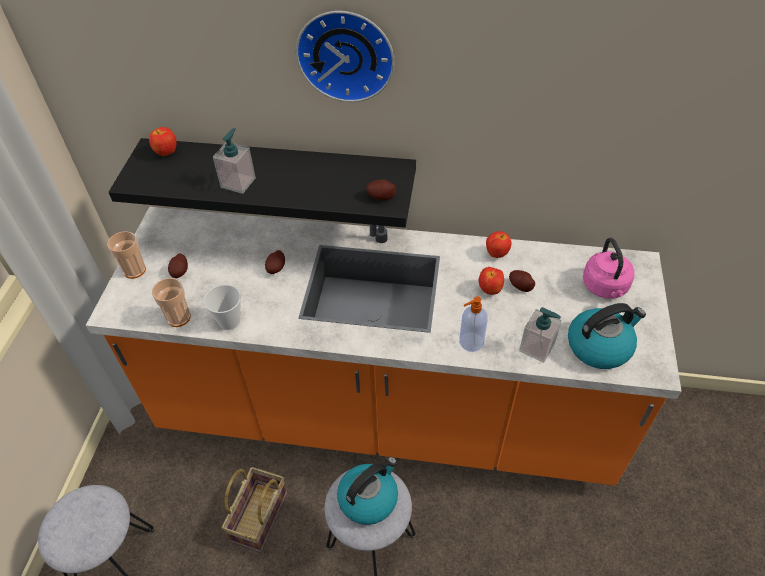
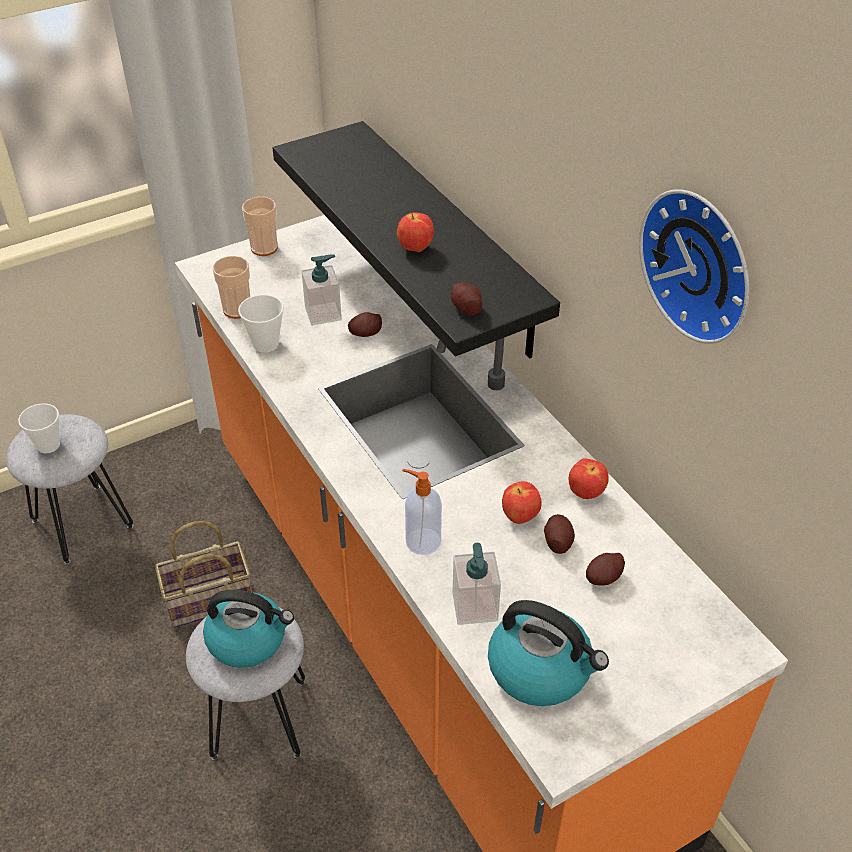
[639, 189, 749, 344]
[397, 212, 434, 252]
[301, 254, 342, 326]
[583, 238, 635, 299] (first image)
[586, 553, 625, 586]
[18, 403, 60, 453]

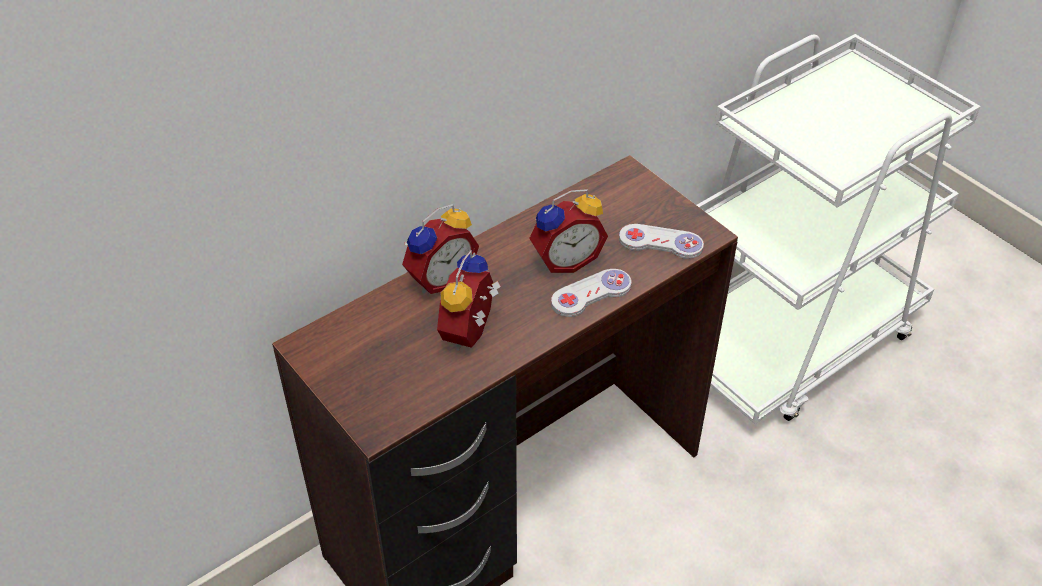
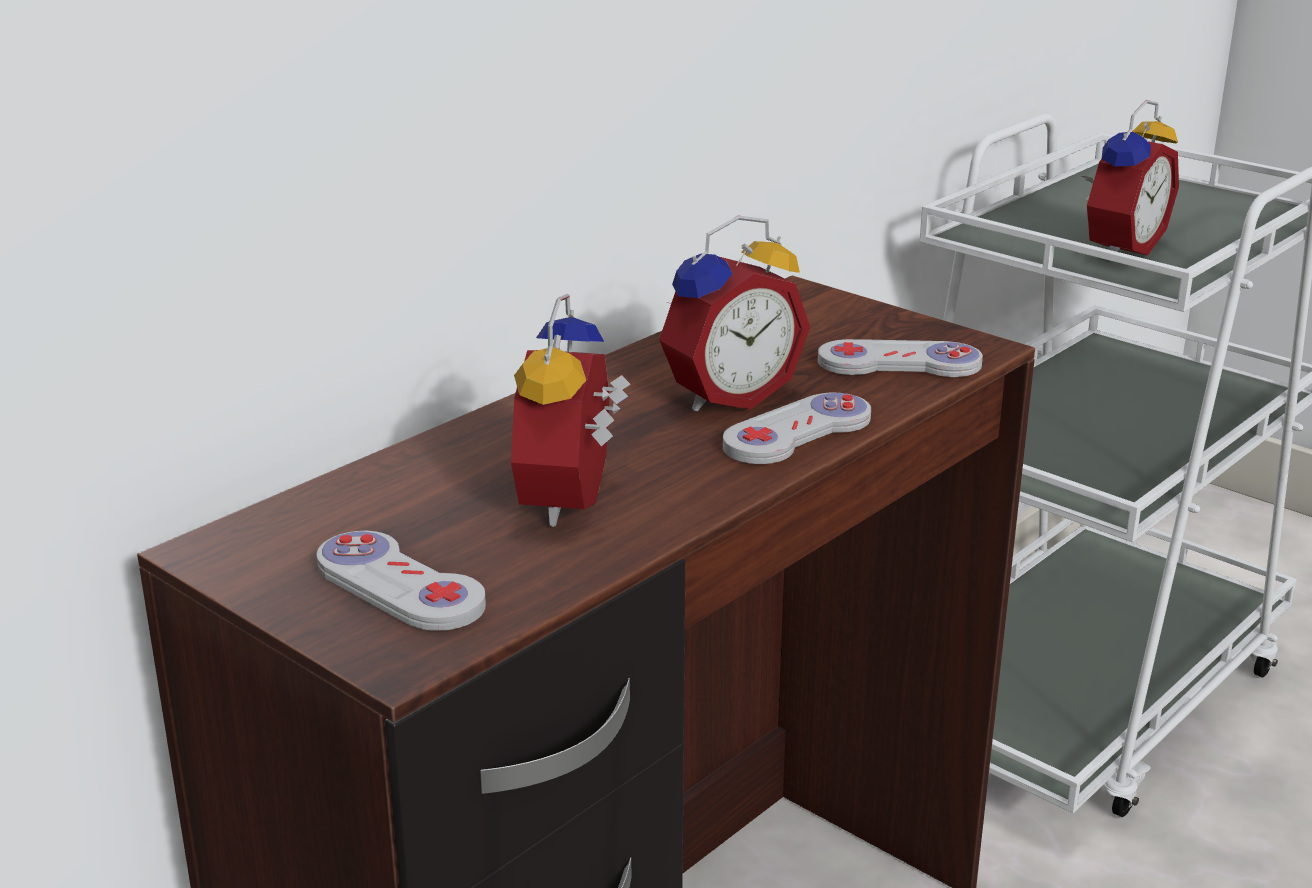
[1081, 100, 1179, 261]
[317, 531, 486, 631]

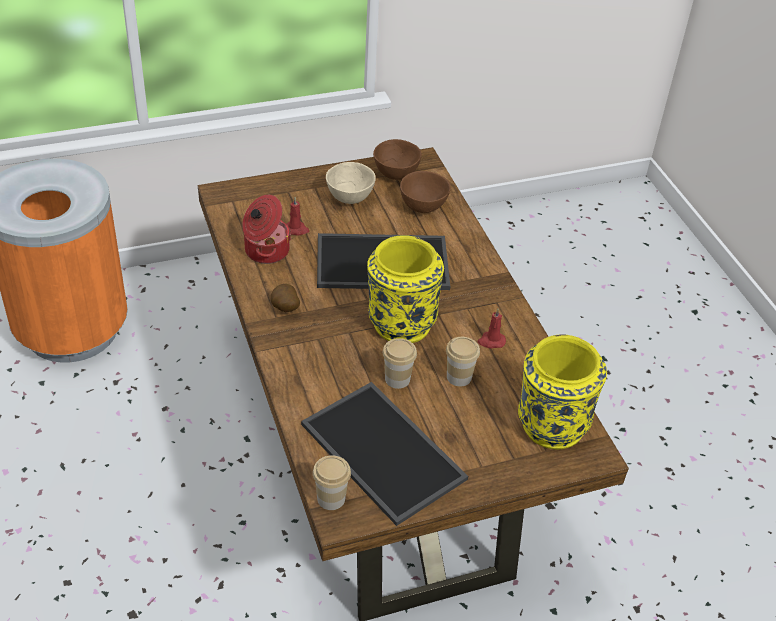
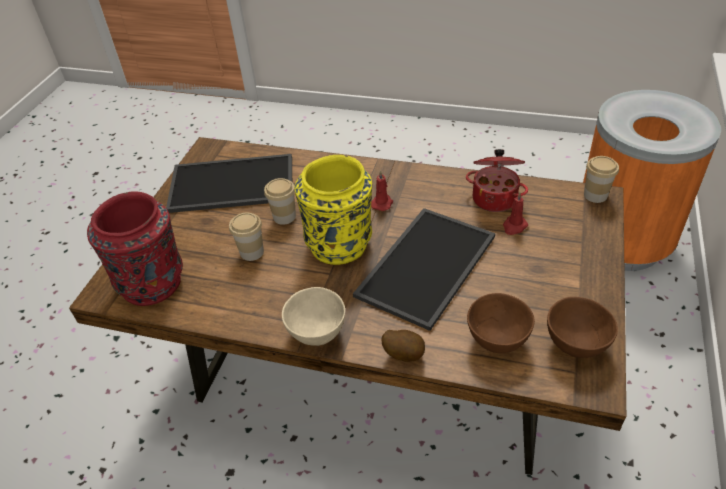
[282, 287, 345, 346]
[381, 330, 425, 362]
[371, 170, 393, 211]
[87, 191, 183, 306]
[584, 156, 619, 203]

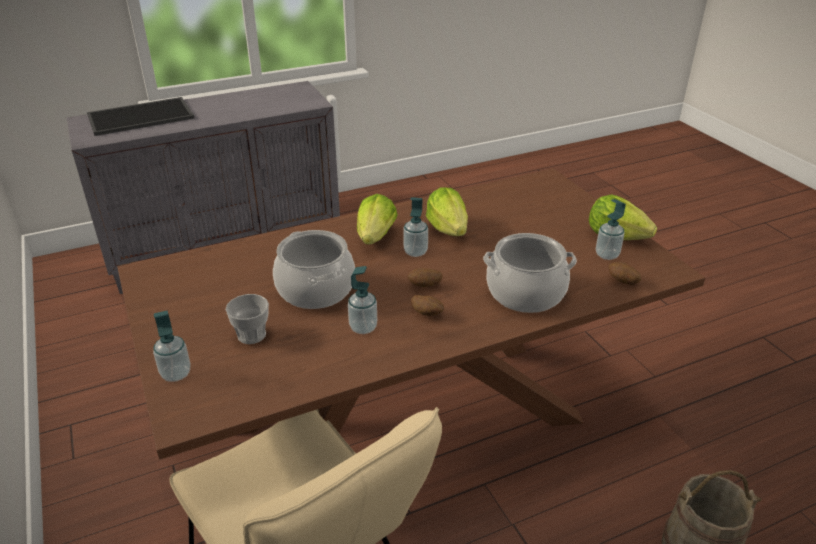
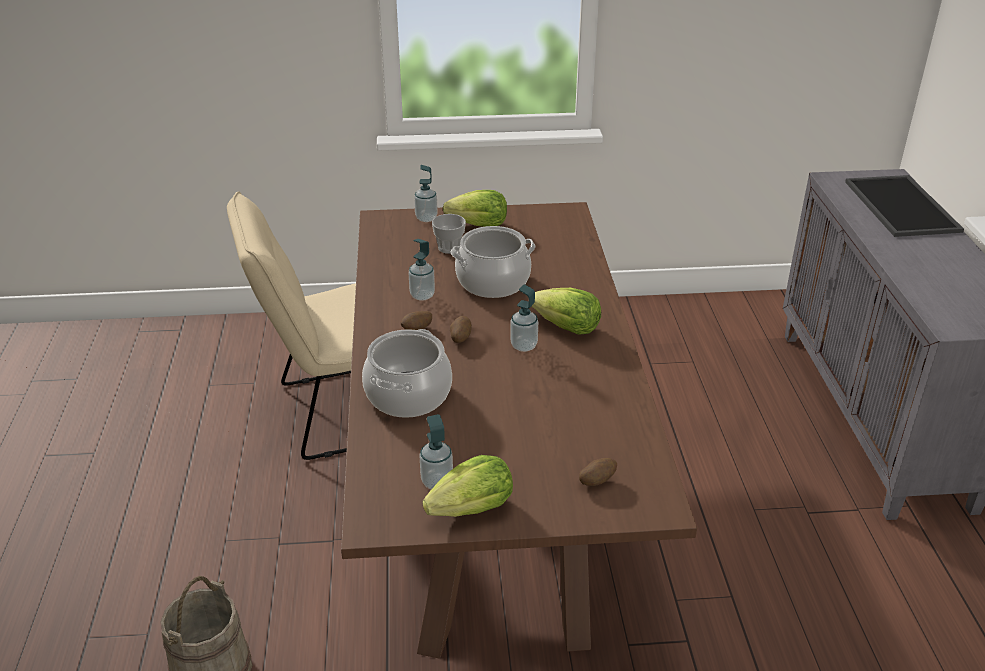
[443, 190, 507, 227]
[579, 458, 617, 486]

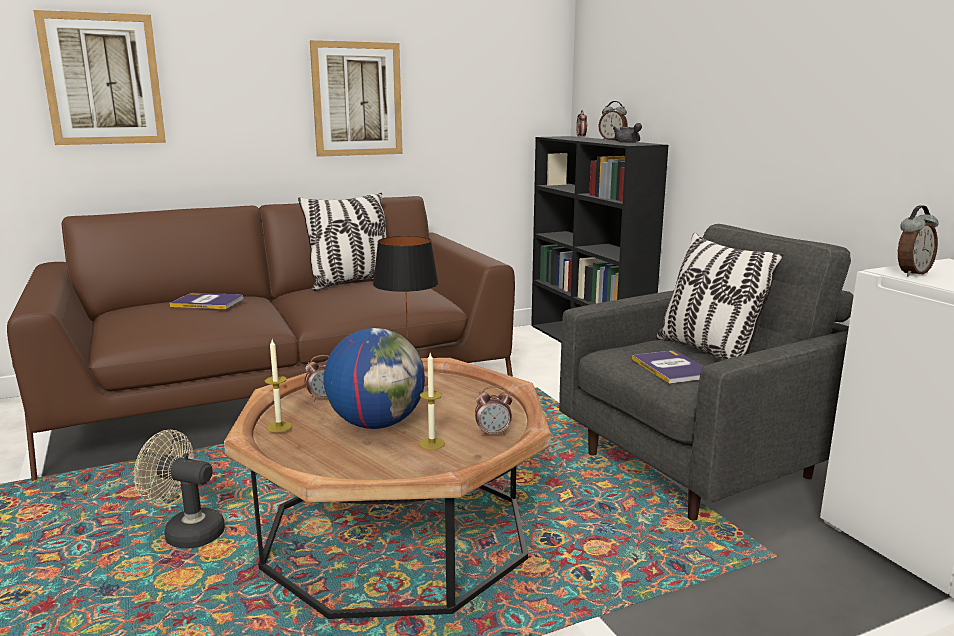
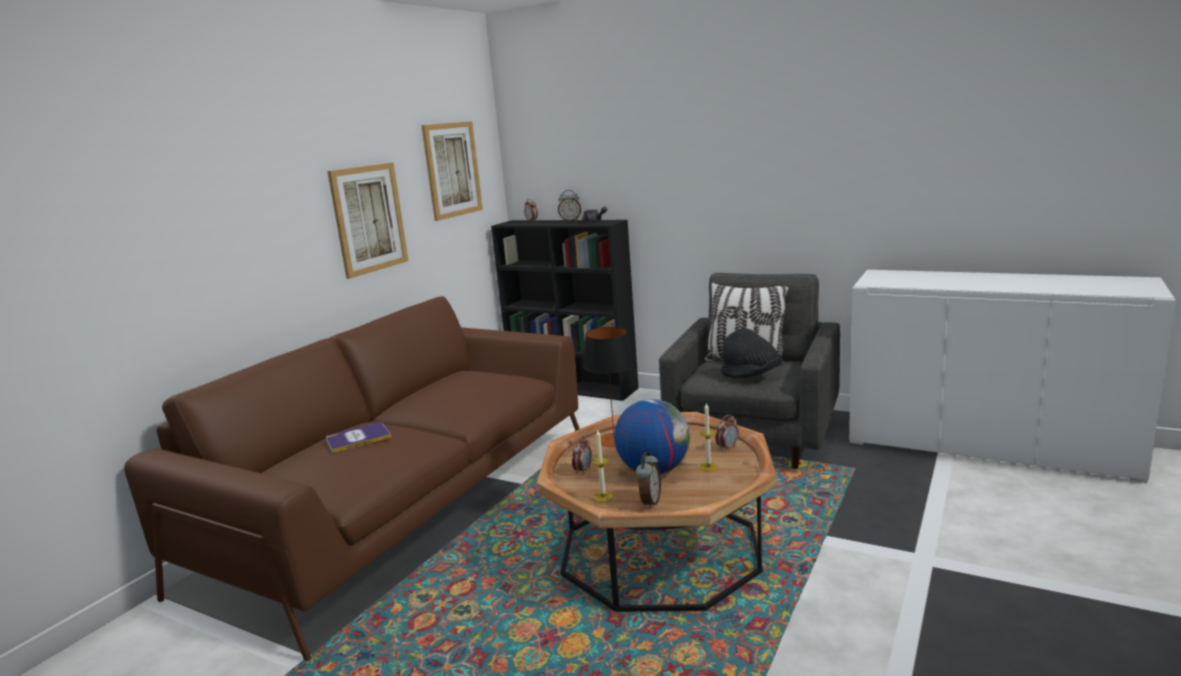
[421, 121, 483, 221]
[298, 193, 387, 291] (first image)
[636, 452, 661, 509]
[721, 328, 782, 378]
[134, 430, 225, 549] (first image)

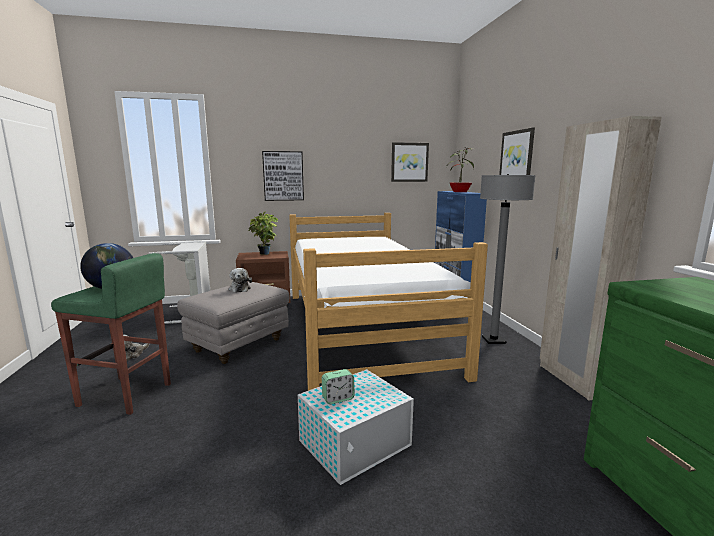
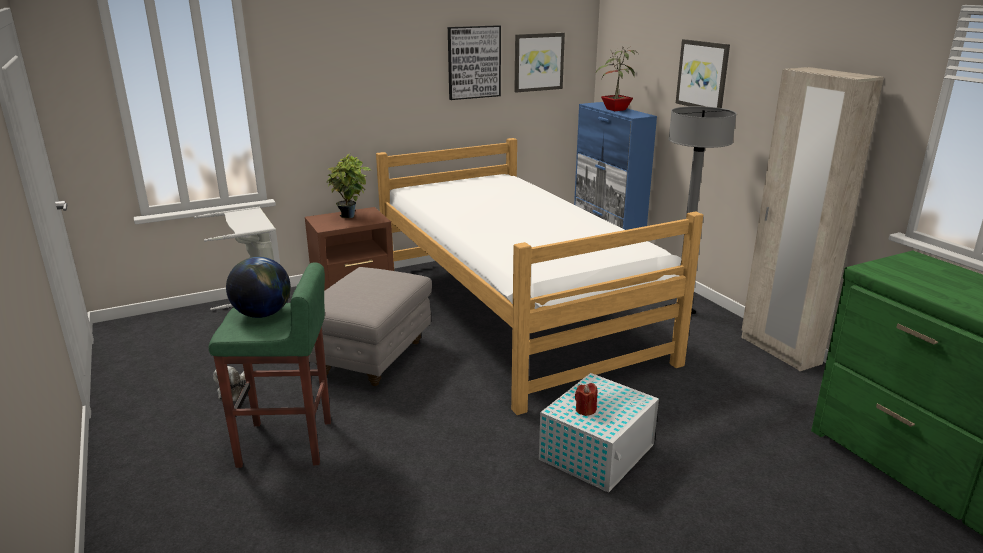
[448, 25, 501, 100]
[229, 268, 252, 293] (first image)
[575, 383, 597, 416]

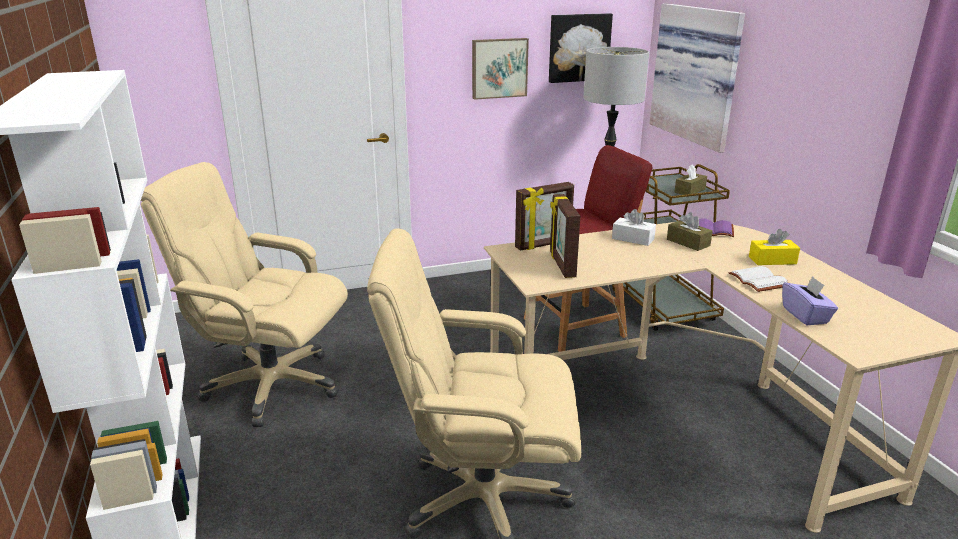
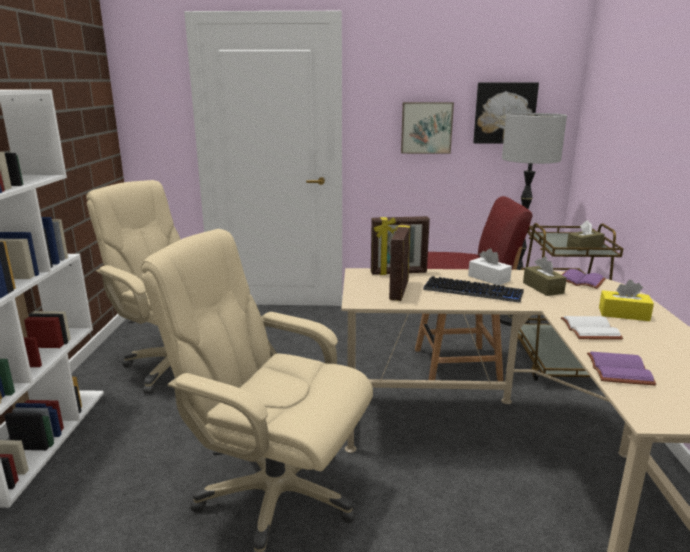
[649, 3, 745, 153] (first image)
[587, 352, 657, 386]
[423, 276, 524, 302]

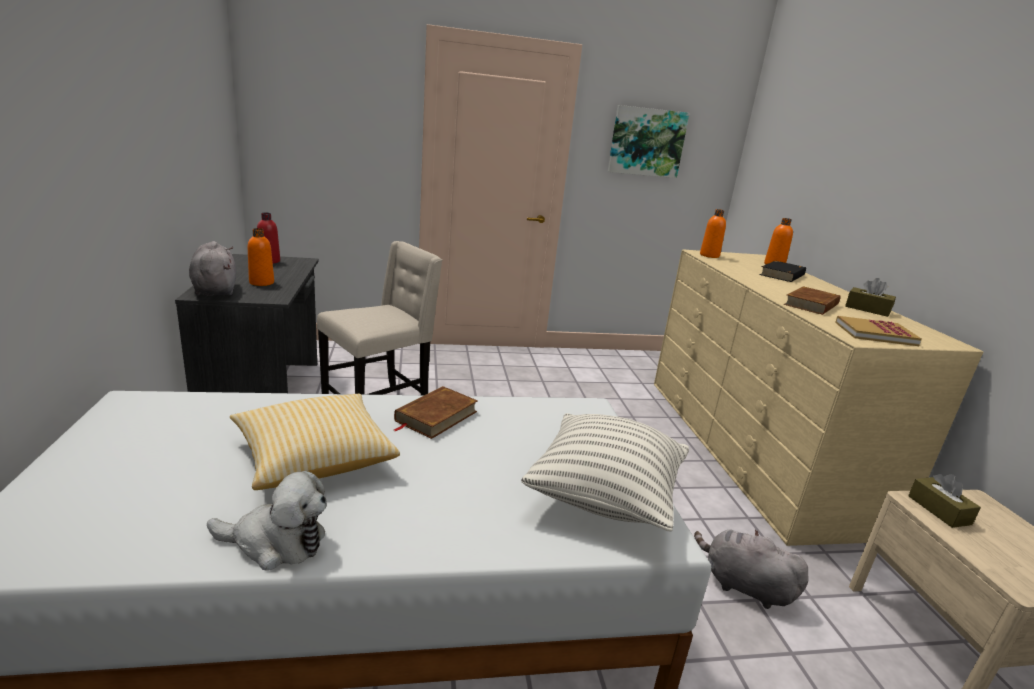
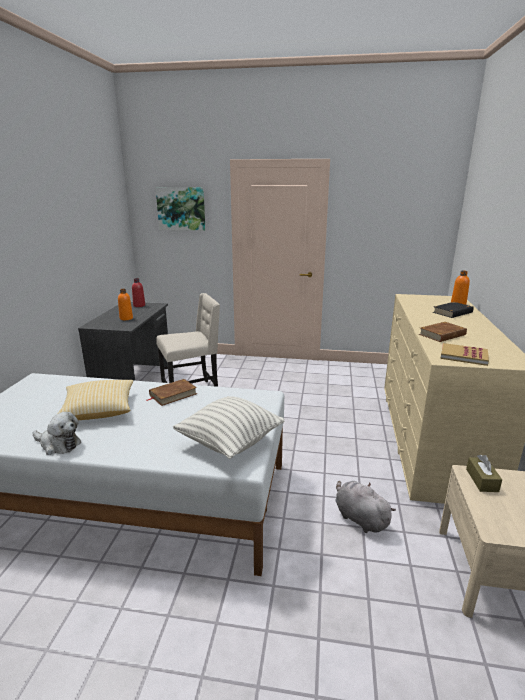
[156, 187, 206, 231]
[700, 209, 726, 258] (first image)
[189, 241, 236, 296] (first image)
[845, 278, 896, 317] (first image)

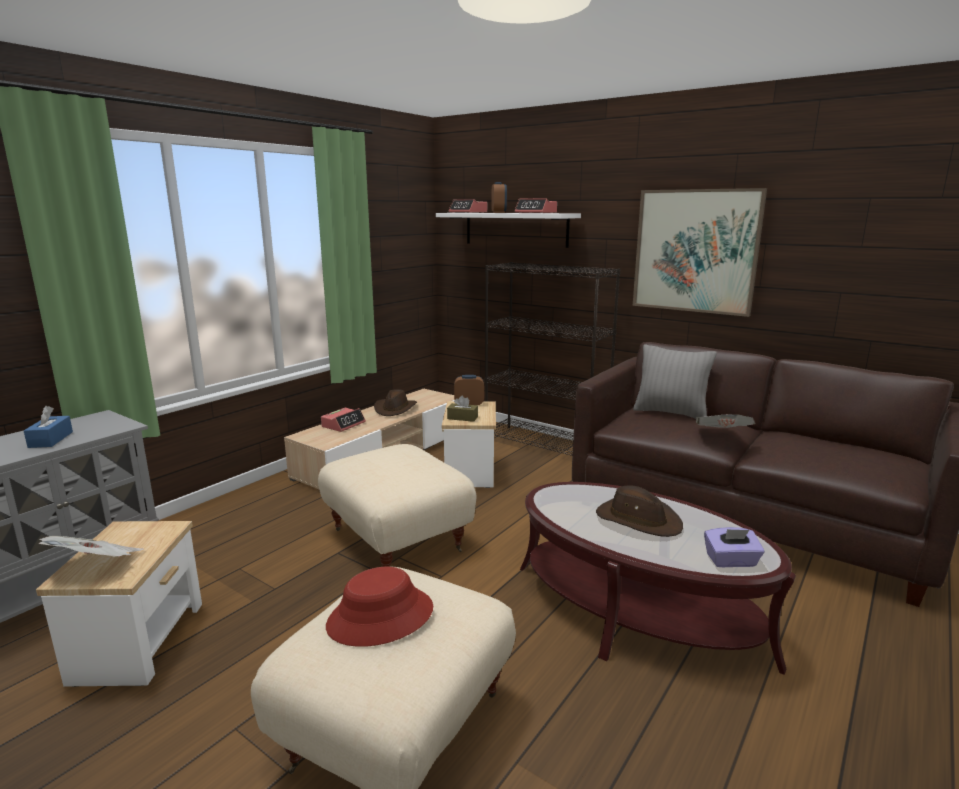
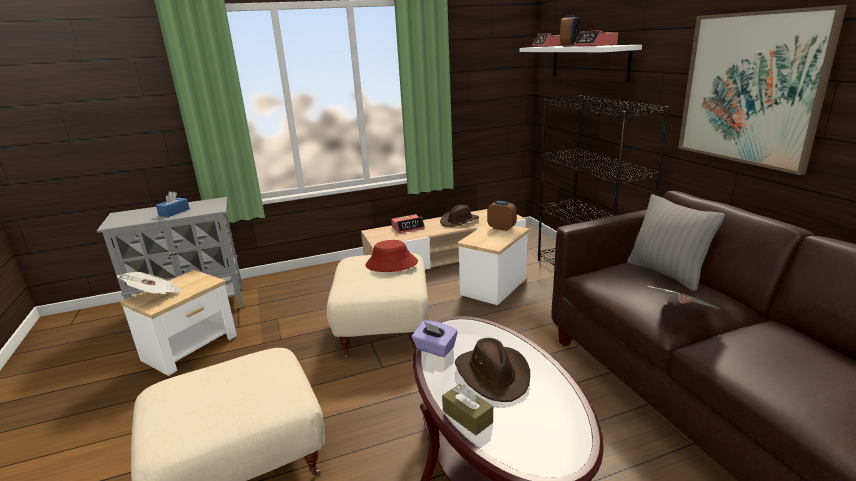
[442, 384, 493, 435]
[412, 320, 457, 357]
[365, 240, 418, 272]

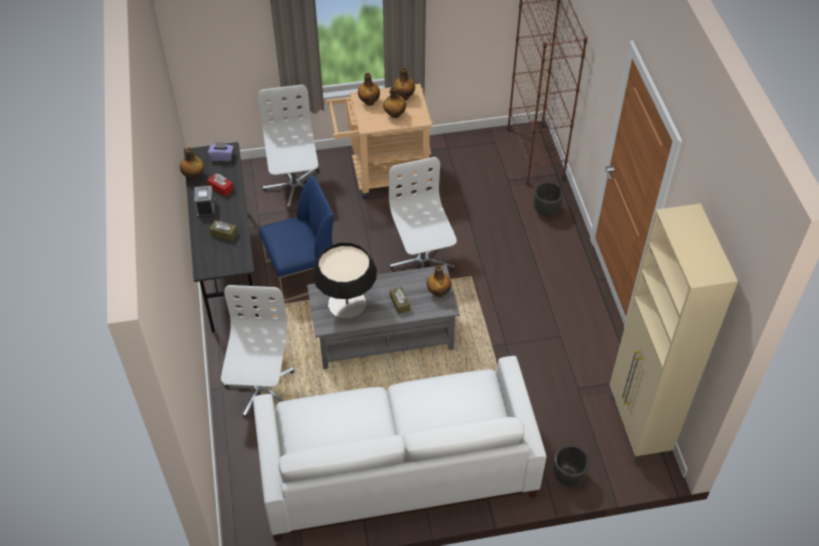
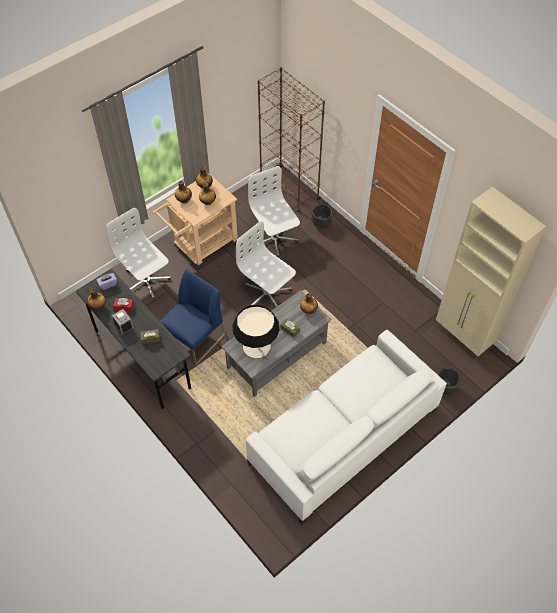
[248, 166, 300, 257]

